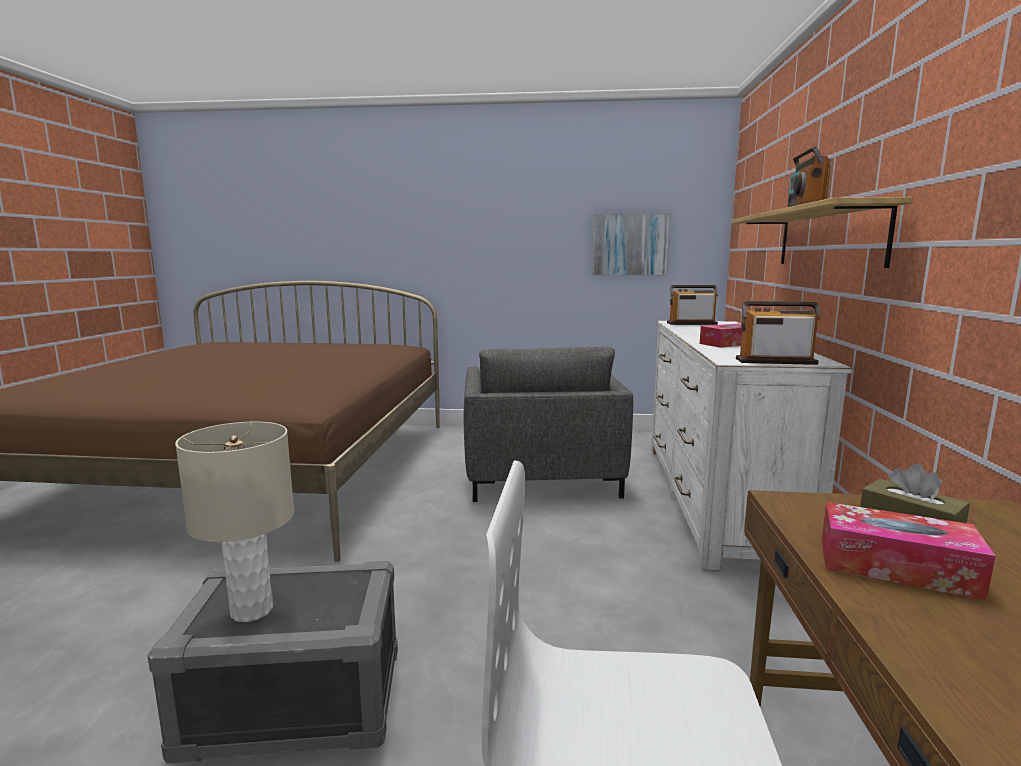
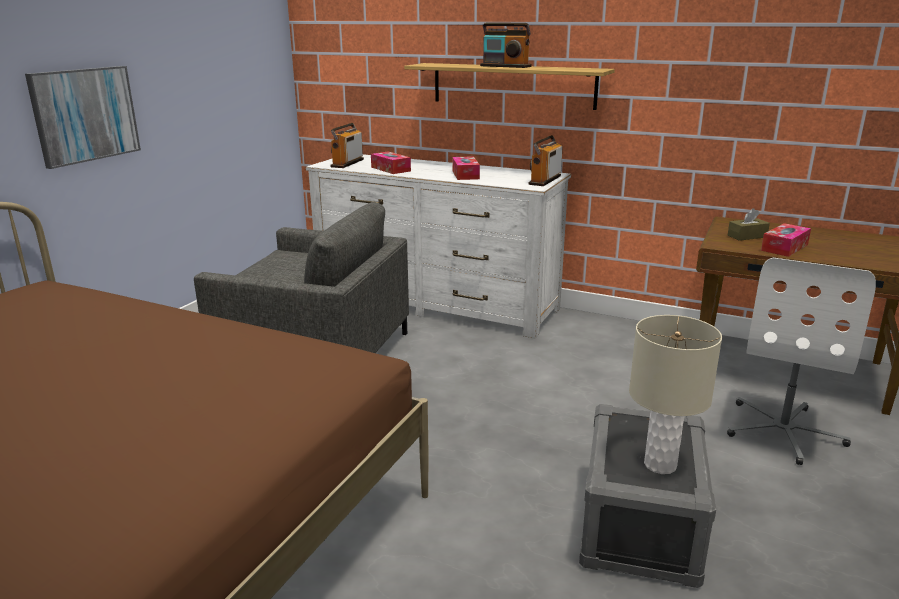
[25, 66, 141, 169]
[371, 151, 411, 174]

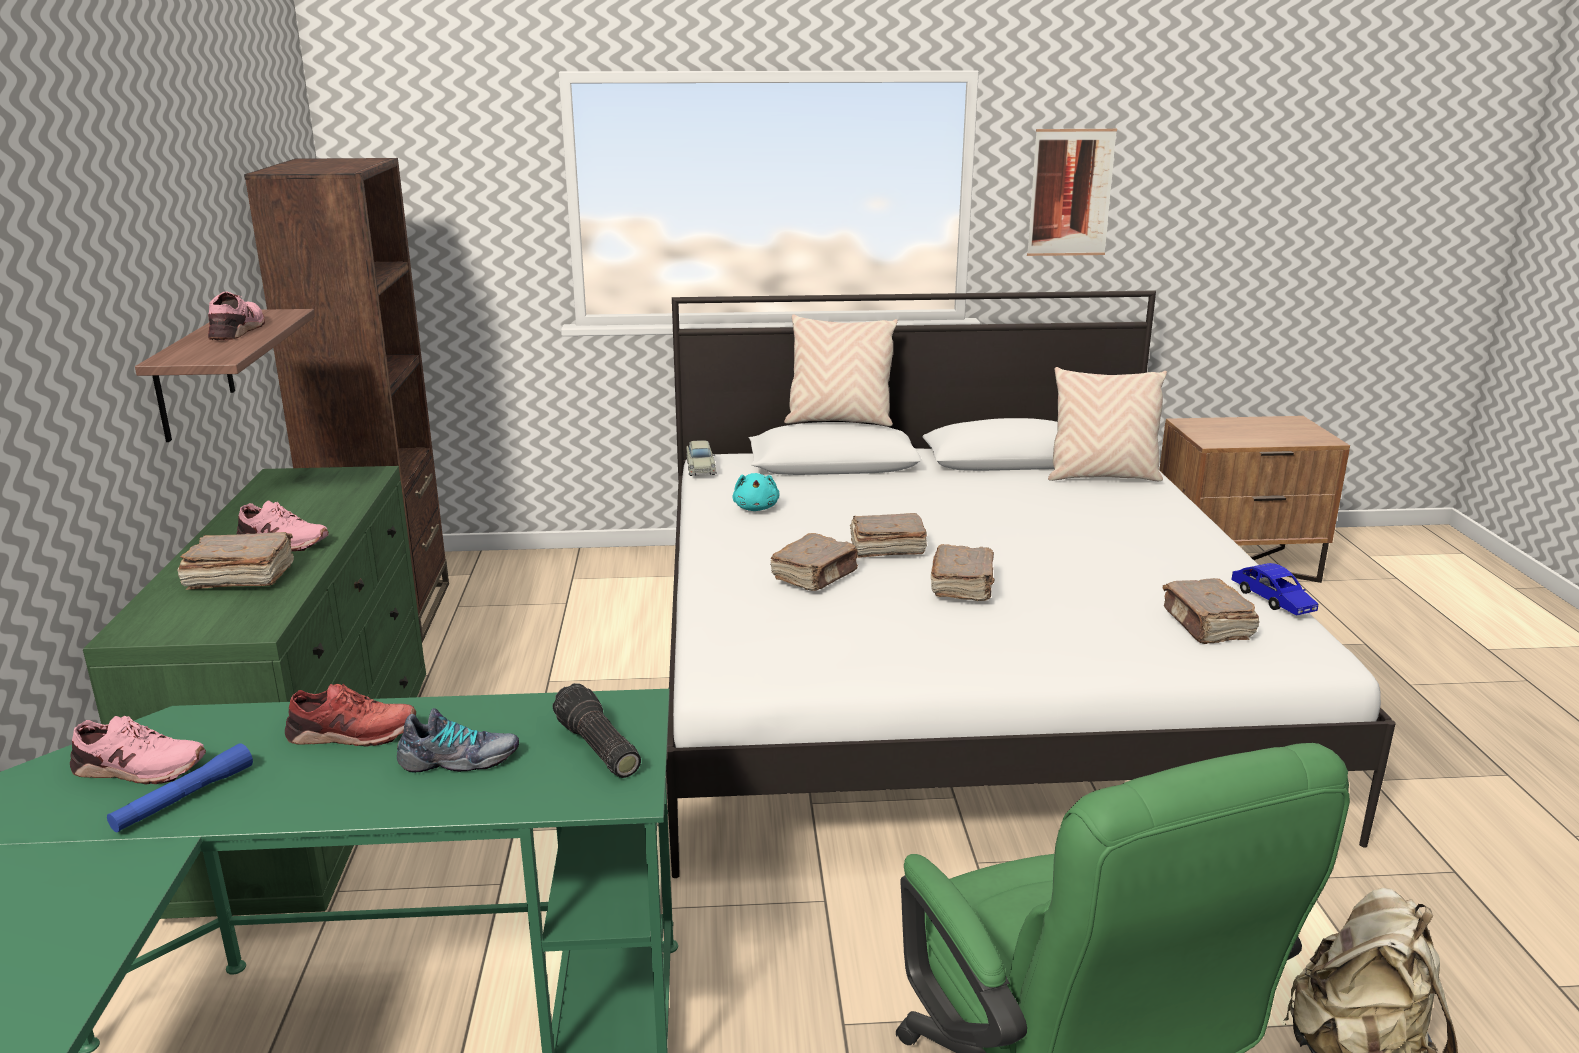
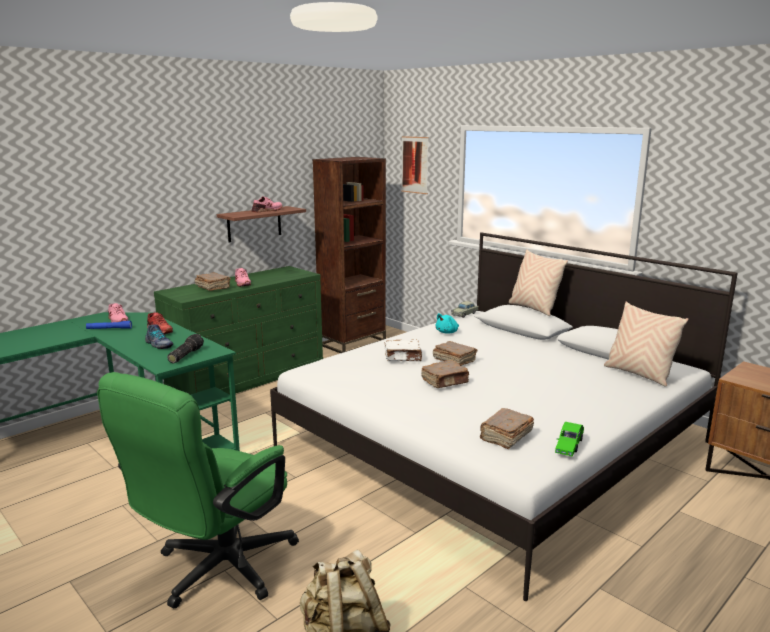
[401, 136, 429, 194]
[384, 339, 422, 361]
[555, 422, 584, 456]

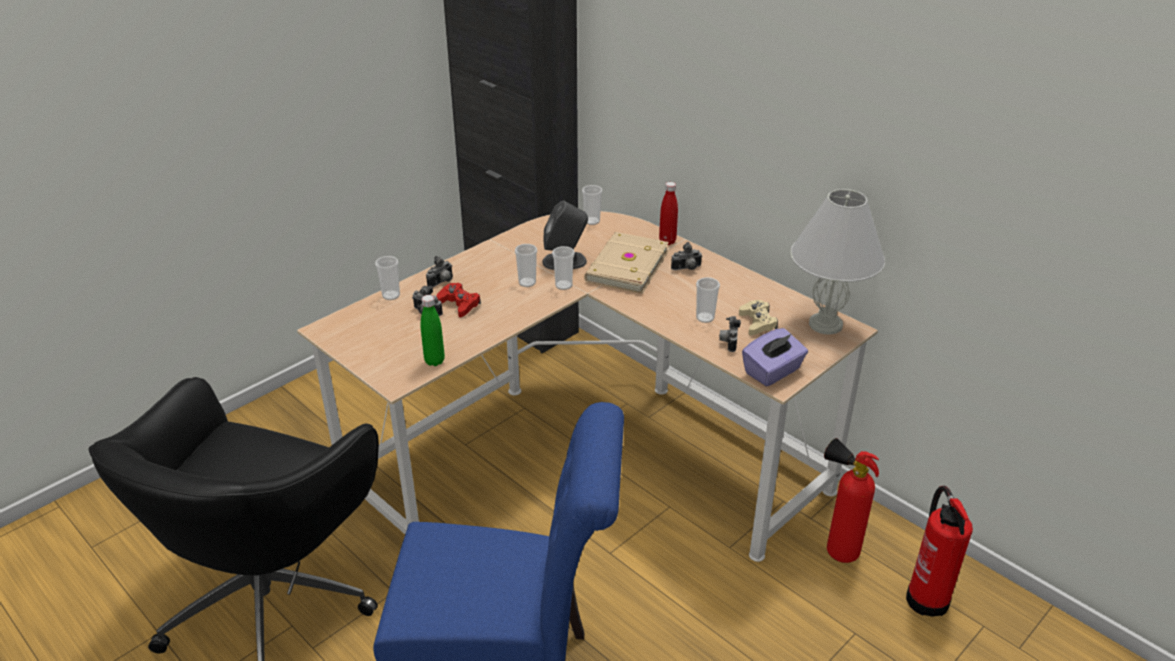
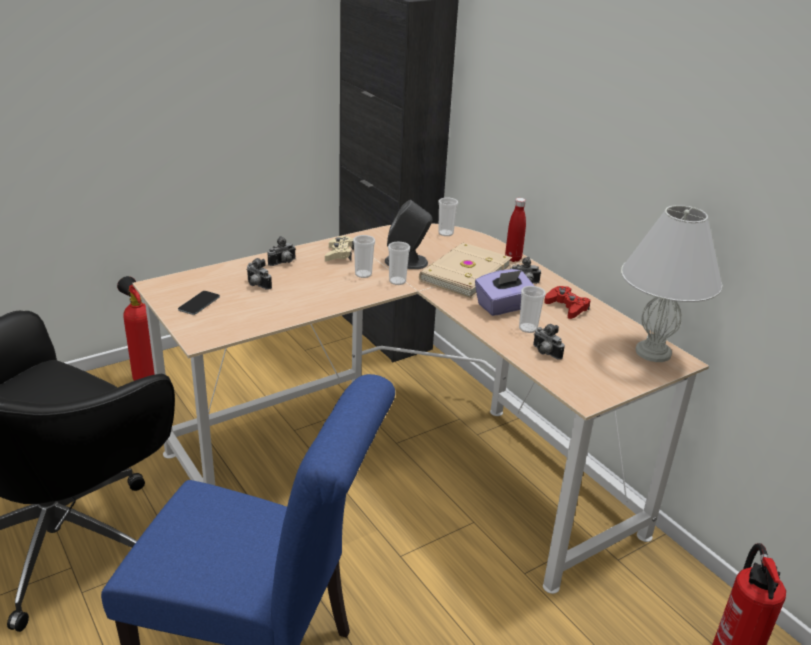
[375, 256, 400, 300] (first image)
[544, 286, 591, 319]
[421, 295, 445, 366] (first image)
[325, 236, 354, 261]
[533, 324, 565, 360]
[475, 269, 534, 316]
[117, 276, 155, 381]
[178, 291, 220, 315]

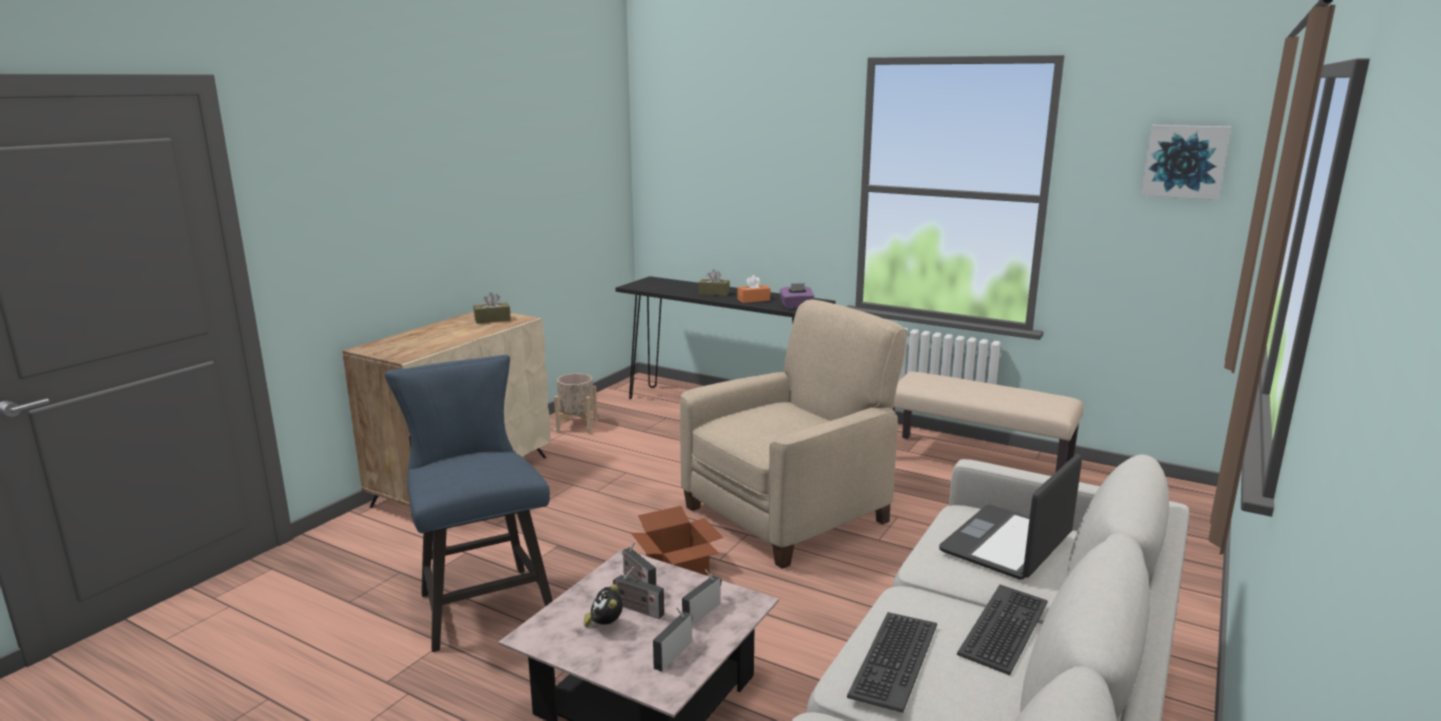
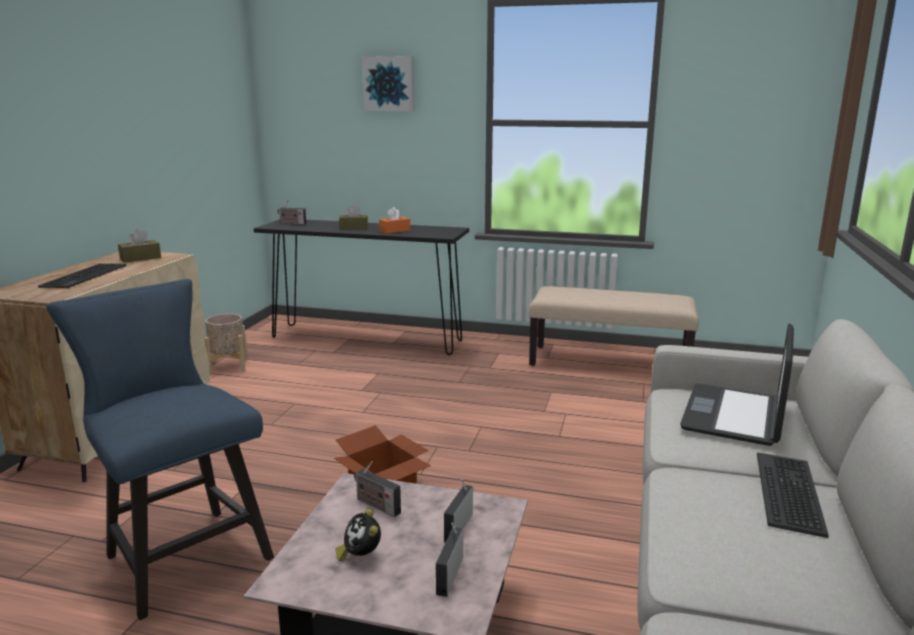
[362, 56, 414, 111]
[780, 283, 815, 309] (first image)
[680, 300, 907, 569] (first image)
[278, 201, 306, 225]
[38, 264, 126, 288]

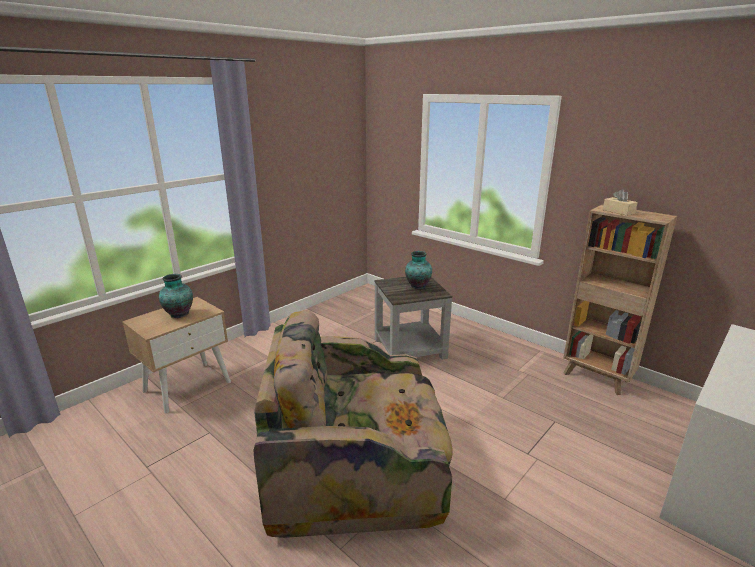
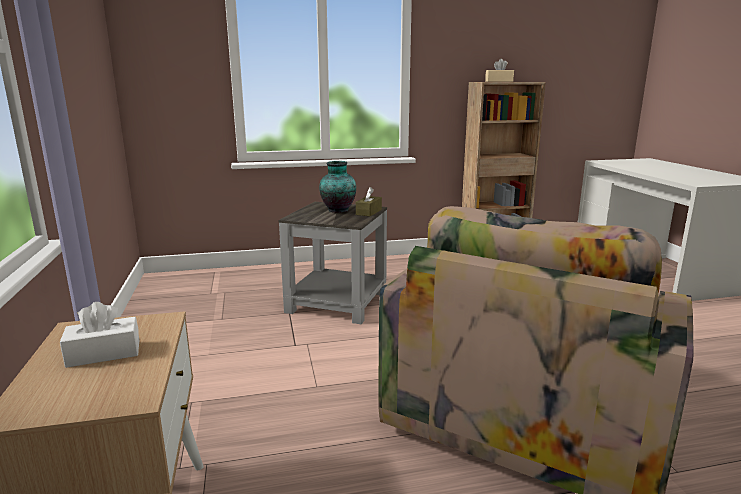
[60, 302, 140, 368]
[356, 187, 382, 217]

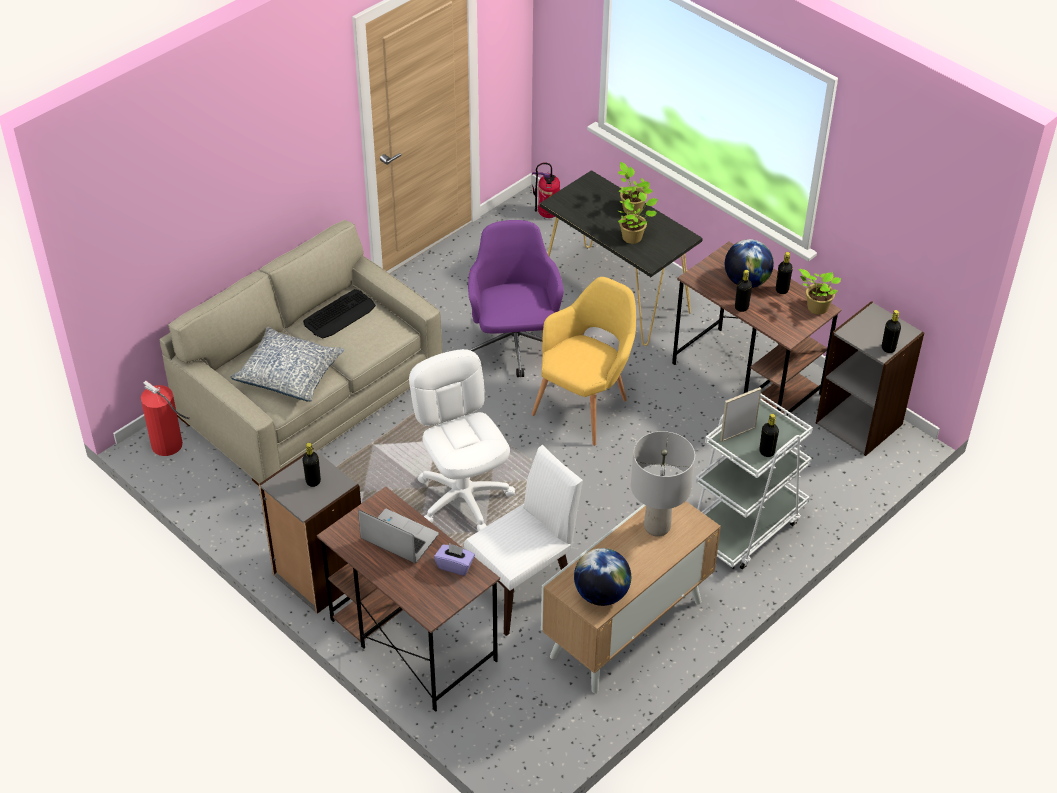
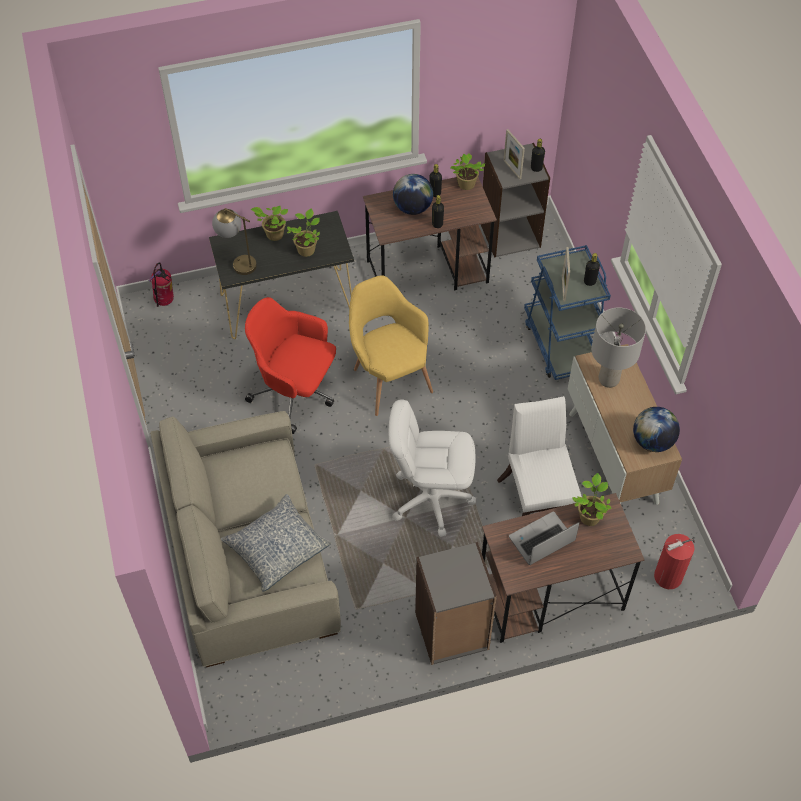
[245, 297, 336, 434]
[303, 289, 376, 339] (first image)
[654, 534, 695, 589]
[524, 245, 611, 380]
[303, 443, 321, 487] (first image)
[572, 473, 611, 526]
[503, 129, 525, 179]
[212, 208, 257, 275]

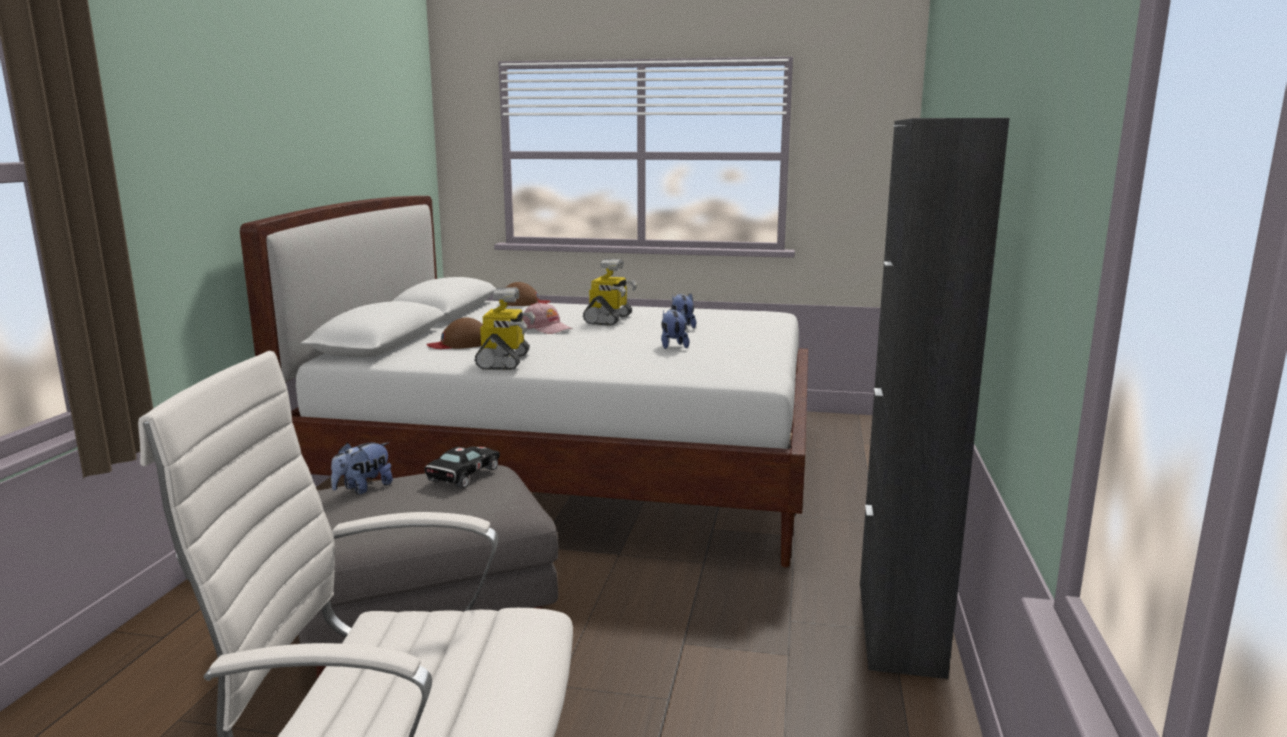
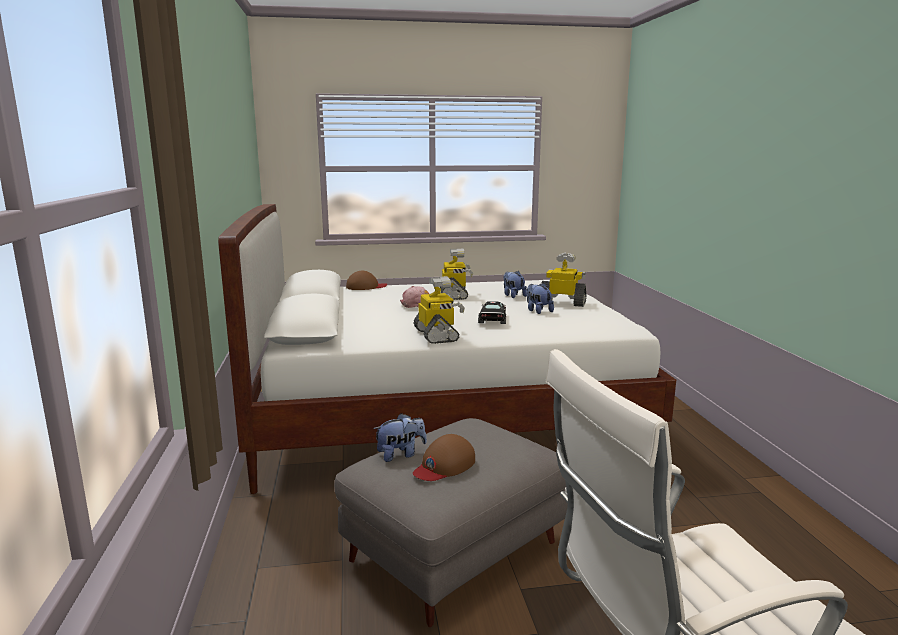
[860, 118, 1009, 679] (first image)
[413, 434, 475, 481]
[373, 413, 427, 462]
[478, 301, 506, 324]
[541, 253, 587, 307]

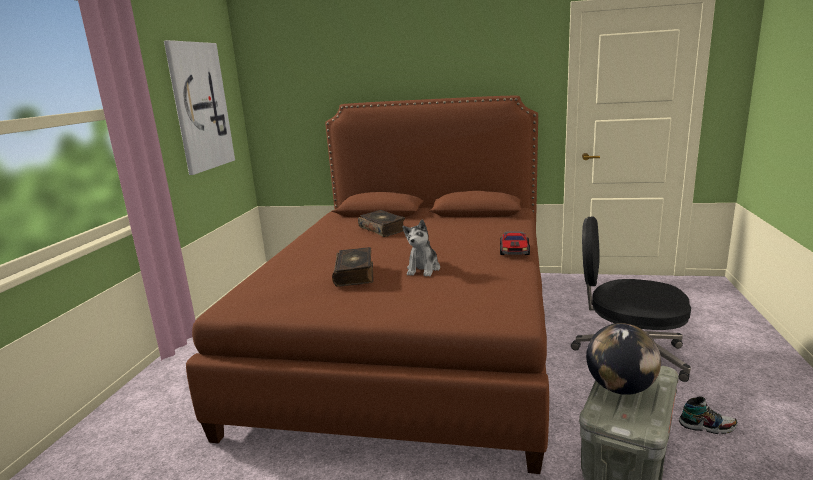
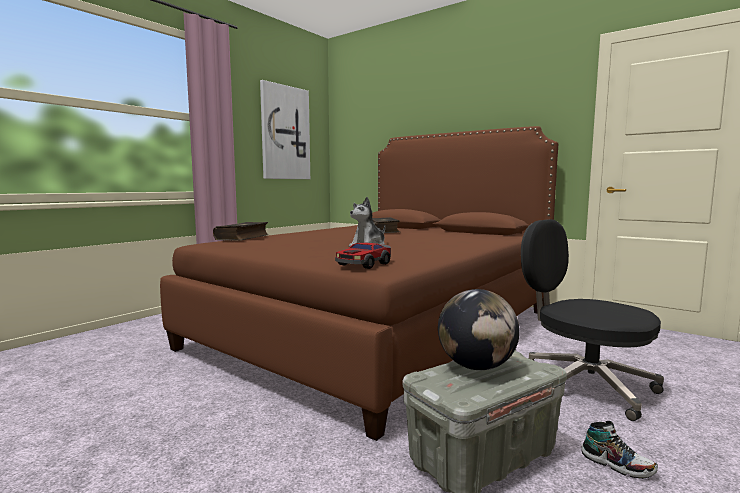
[335, 243, 391, 269]
[213, 222, 269, 241]

